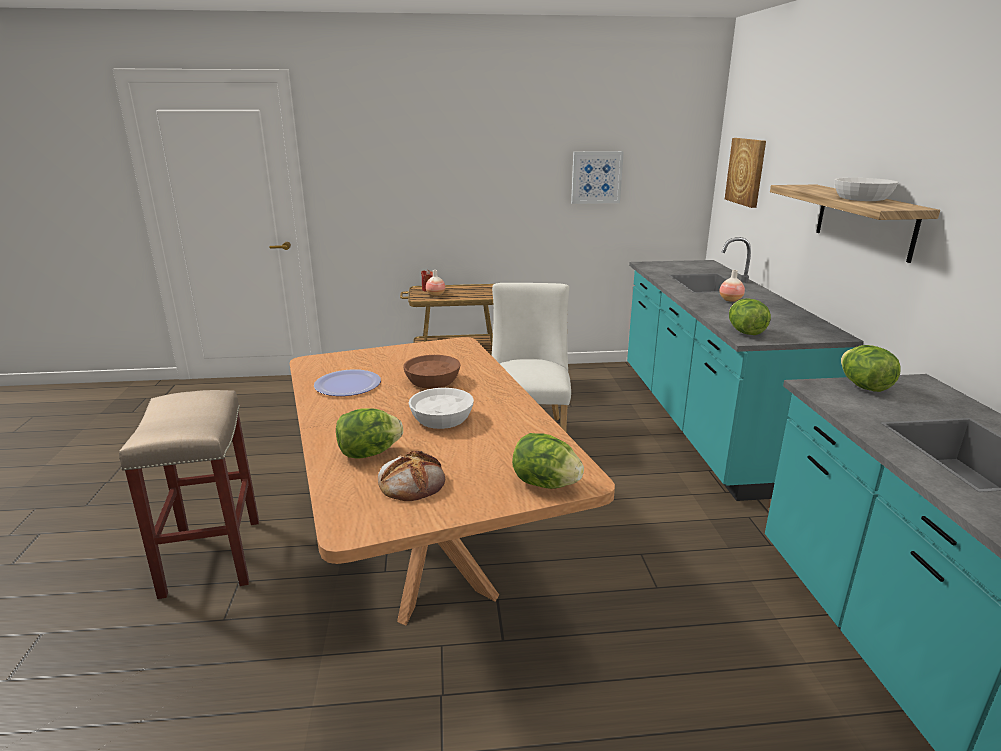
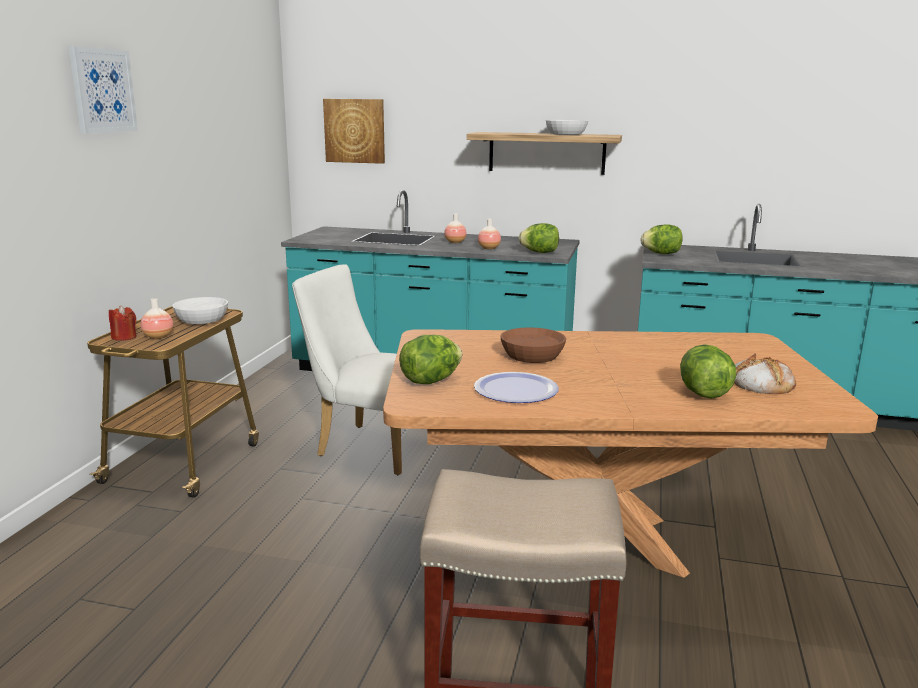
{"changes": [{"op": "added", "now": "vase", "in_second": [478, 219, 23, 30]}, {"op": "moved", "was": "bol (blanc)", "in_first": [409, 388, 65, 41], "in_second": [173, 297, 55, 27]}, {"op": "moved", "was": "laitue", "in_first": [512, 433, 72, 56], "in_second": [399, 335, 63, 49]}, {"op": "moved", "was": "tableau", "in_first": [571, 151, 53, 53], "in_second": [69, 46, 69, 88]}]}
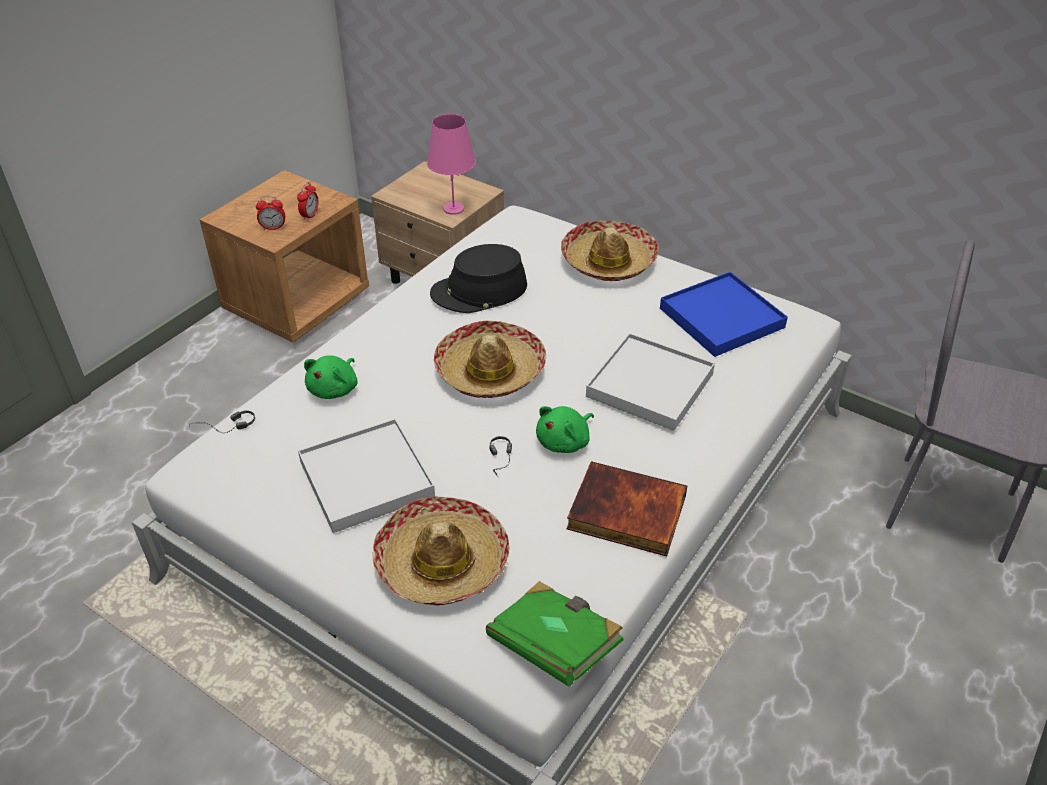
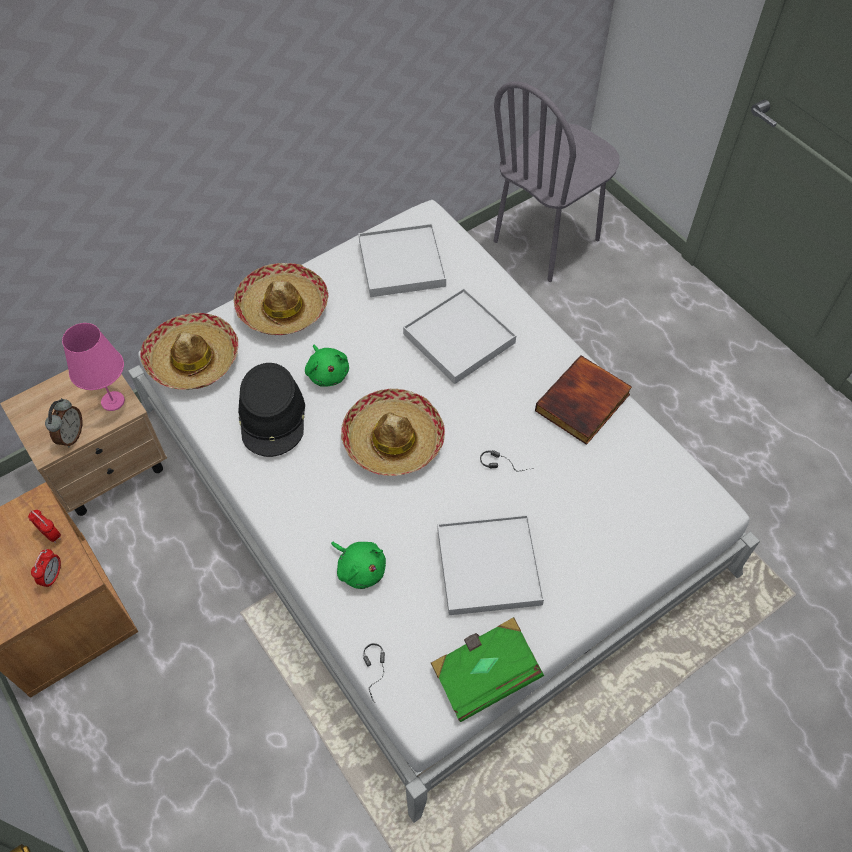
{"changes": [{"op": "added", "now": "réveil", "in_second": [45, 398, 37, 49]}, {"op": "moved", "was": "chapeau", "in_first": [372, 496, 137, 110], "in_second": [140, 313, 98, 77]}, {"op": "moved", "was": "livre (vert)", "in_first": [486, 581, 137, 106], "in_second": [431, 617, 113, 105]}, {"op": "moved", "was": "peluche (vert)", "in_first": [536, 406, 58, 47], "in_second": [305, 344, 44, 43]}, {"op": "recoloured", "was": "plateau (bleu)", "now": "plateau (blanc)", "in_first": [660, 272, 128, 85], "in_second": [359, 224, 87, 73]}]}
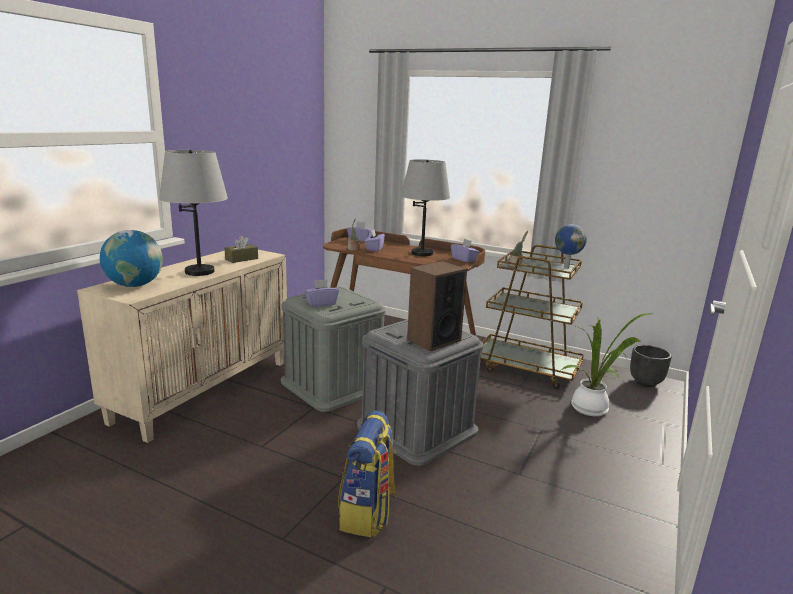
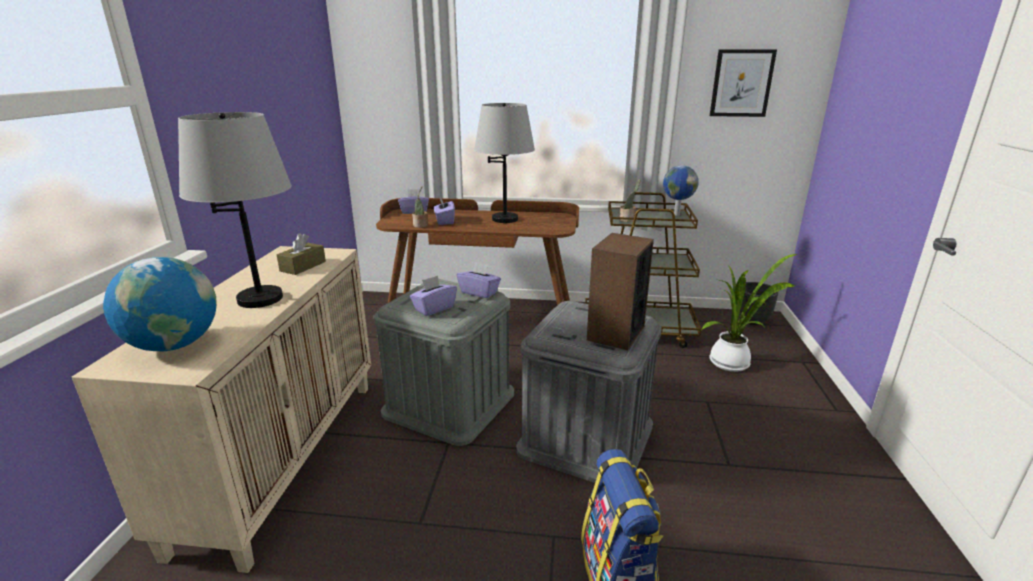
{"changes": [{"op": "added", "now": "tableau", "in_second": [710, 49, 67, 68]}, {"op": "moved", "was": "boîte à mouchoirs (violet)", "in_first": [451, 239, 29, 23], "in_second": [457, 262, 44, 36]}]}
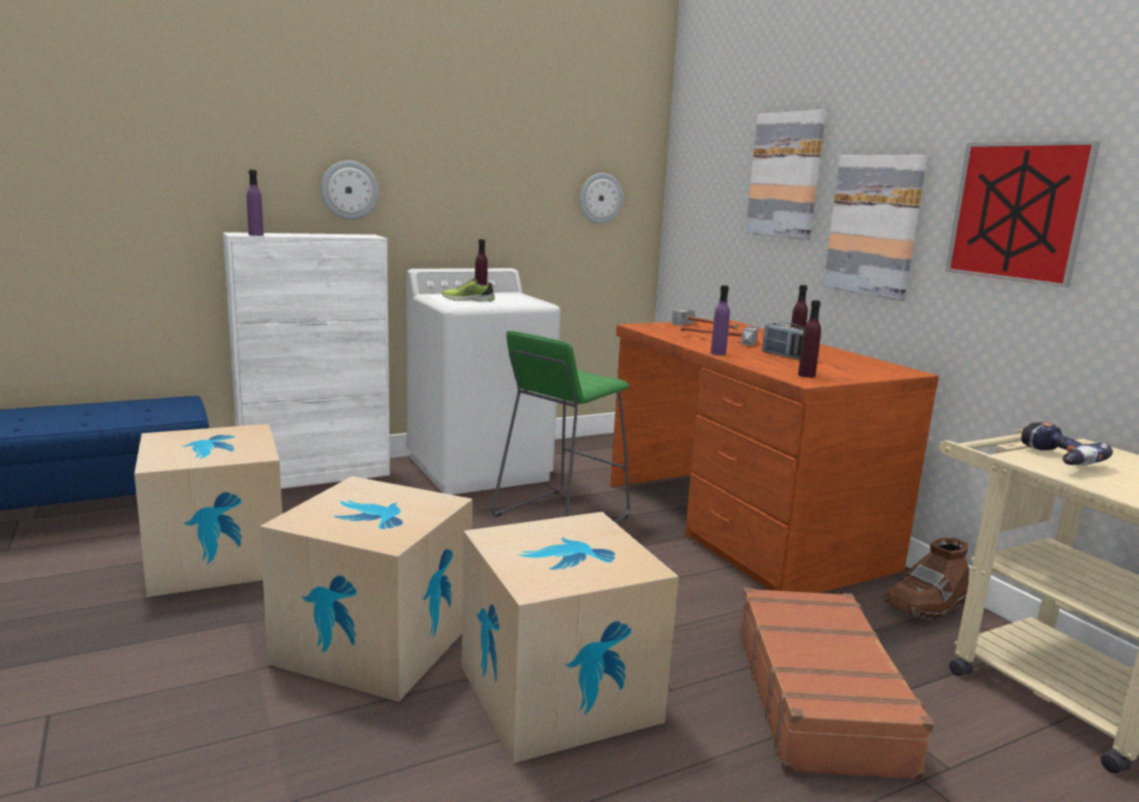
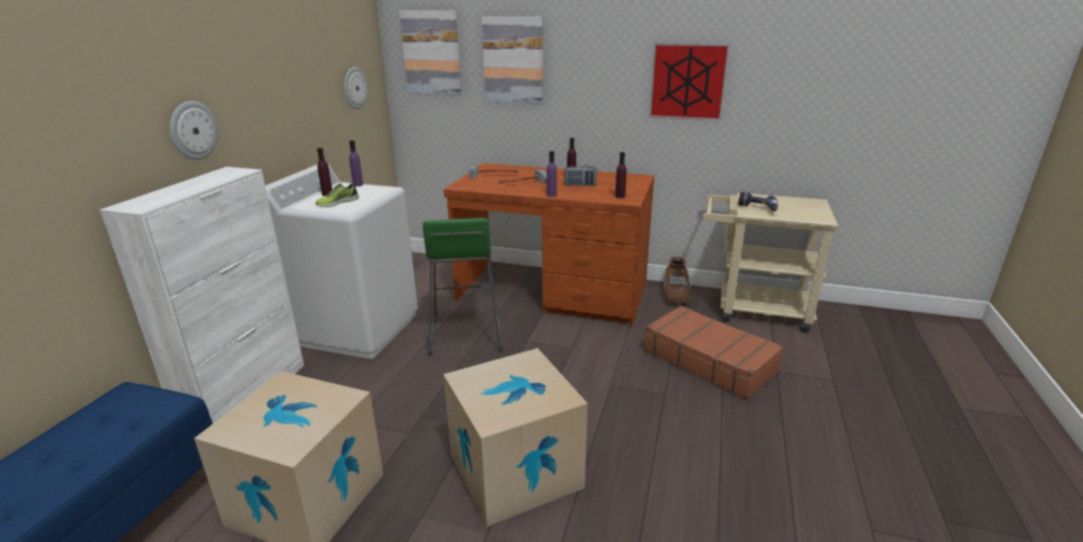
{"changes": [{"op": "removed", "was": "carton", "in_first": [462, 512, 217, 251]}, {"op": "moved", "was": "bouteille (violet)", "in_first": [247, 170, 17, 66], "in_second": [349, 140, 14, 47]}, {"op": "moved", "was": "tableau", "in_first": [823, 155, 104, 146], "in_second": [399, 11, 62, 85]}]}
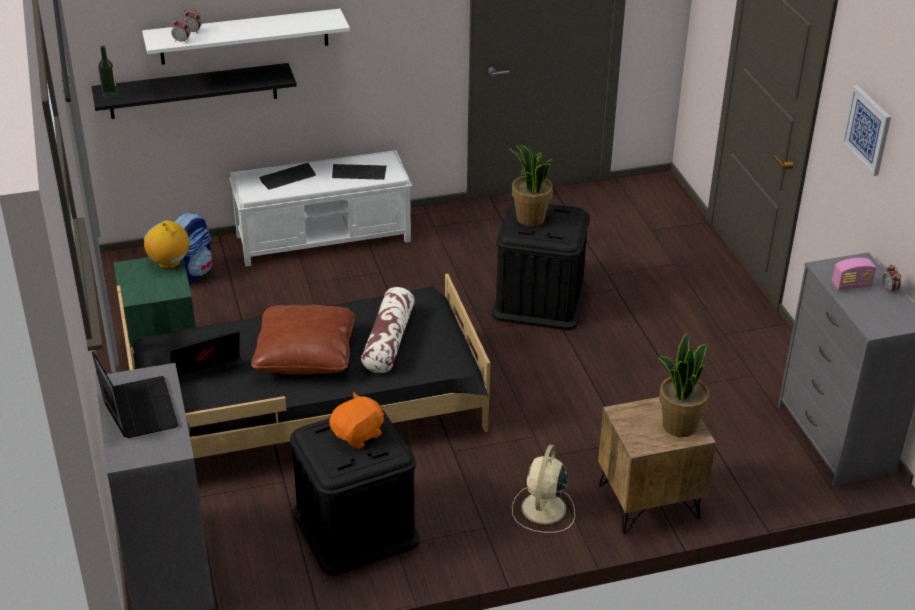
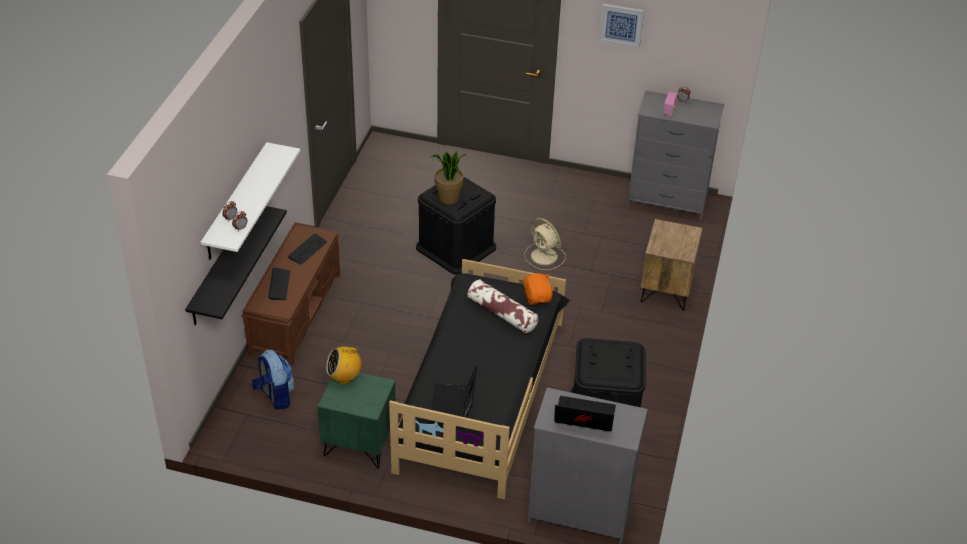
{"changes": [{"op": "removed", "was": "bouteille", "in_first": [98, 46, 19, 53]}, {"op": "removed", "was": "coussin (marron)", "in_first": [251, 305, 104, 69]}, {"op": "removed", "was": "plante en pot", "in_first": [658, 332, 51, 105]}, {"op": "moved", "was": "peluche (orange)", "in_first": [329, 393, 55, 56], "in_second": [522, 273, 31, 32]}, {"op": "moved", "was": "ventilateur (beige)", "in_first": [512, 445, 63, 88], "in_second": [524, 218, 42, 52]}, {"op": "recoloured", "was": "banc (blanc)", "now": "banc (marron)", "in_first": [229, 150, 183, 116], "in_second": [241, 222, 99, 143]}]}
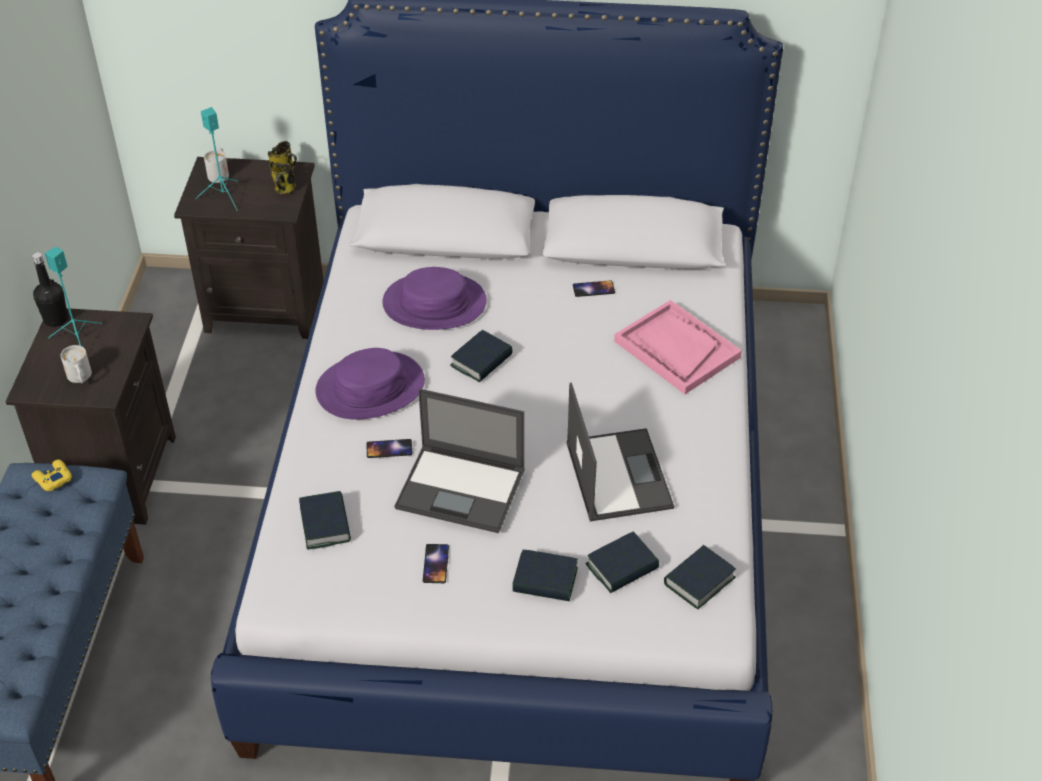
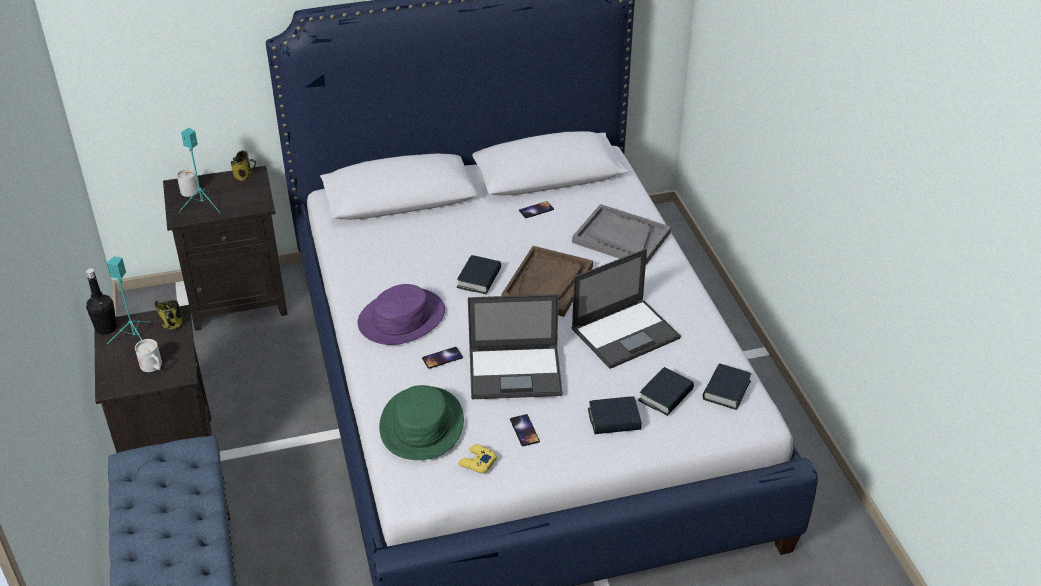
{"changes": [{"op": "removed", "was": "chapeau (violet)", "in_first": [382, 267, 105, 63]}, {"op": "added", "now": "plateau (marron)", "in_second": [502, 246, 91, 71]}, {"op": "moved", "was": "manette (jaune)", "in_first": [32, 459, 40, 33], "in_second": [458, 444, 39, 29]}, {"op": "moved", "was": "mug", "in_first": [269, 162, 27, 33], "in_second": [155, 299, 28, 31]}, {"op": "replaced", "was": "livre", "now": "chapeau (vert)", "in_first": [299, 491, 52, 59], "in_second": [379, 385, 85, 75]}, {"op": "recoloured", "was": "plateau (rose)", "now": "plateau (gris)", "in_first": [614, 300, 128, 94], "in_second": [572, 204, 99, 60]}, {"op": "turned", "was": "ordinateur portable", "in_first": [567, 382, 107, 139], "in_second": [572, 249, 109, 120], "clockwise": 90}]}
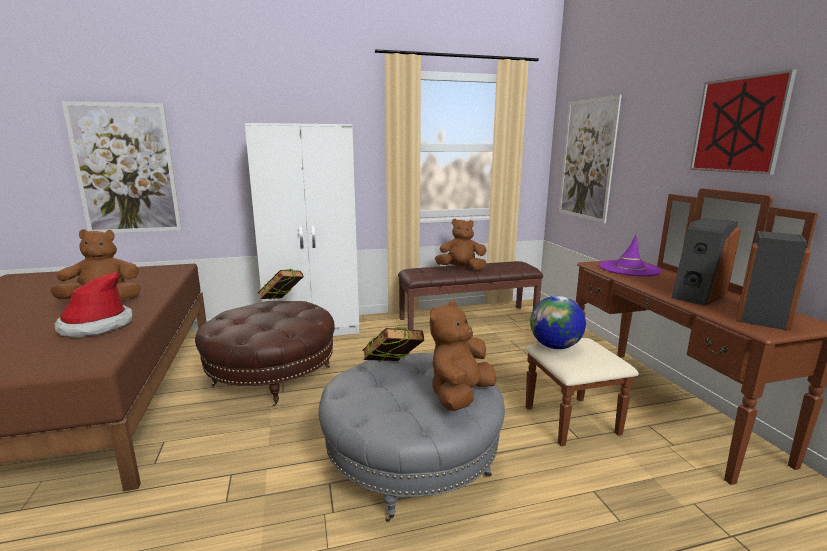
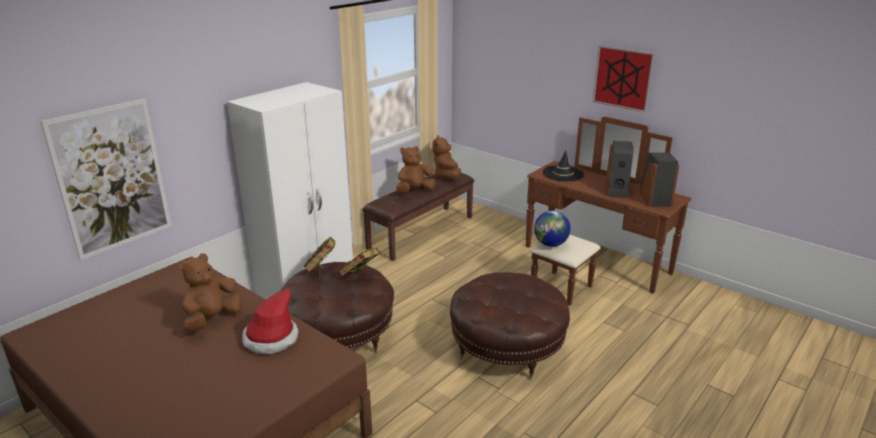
{"changes": [{"op": "removed", "was": "tableau", "in_first": [559, 95, 63, 128]}, {"op": "moved", "was": "livre", "in_first": [362, 327, 62, 35], "in_second": [339, 248, 41, 29]}, {"op": "moved", "was": "peluche (marron)", "in_first": [430, 301, 67, 110], "in_second": [432, 135, 29, 44]}, {"op": "recoloured", "was": "pouf (gris)", "now": "pouf (marron)", "in_first": [318, 353, 187, 169], "in_second": [450, 272, 120, 107]}, {"op": "recoloured", "was": "chapeau (violet)", "now": "chapeau (noir)", "in_first": [599, 235, 63, 41], "in_second": [543, 150, 41, 31]}]}
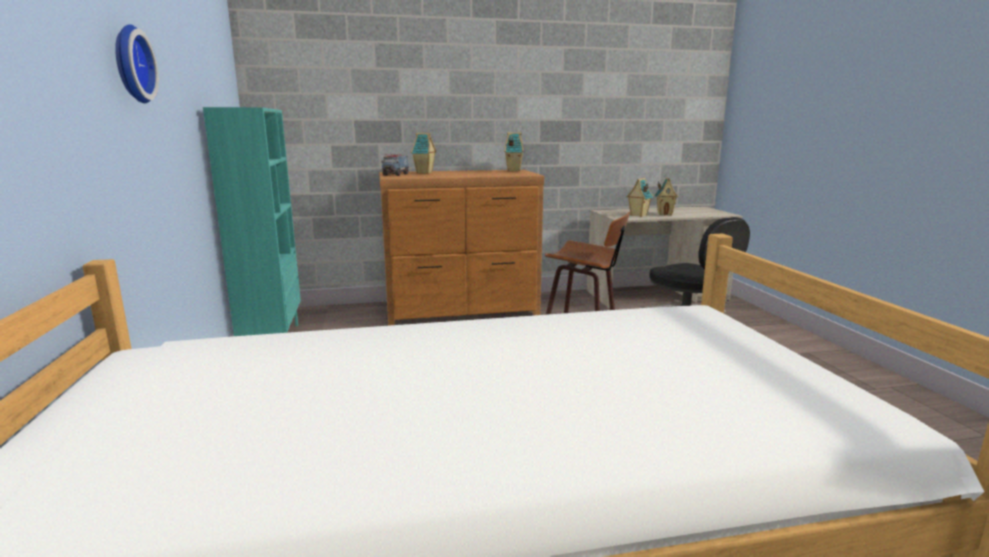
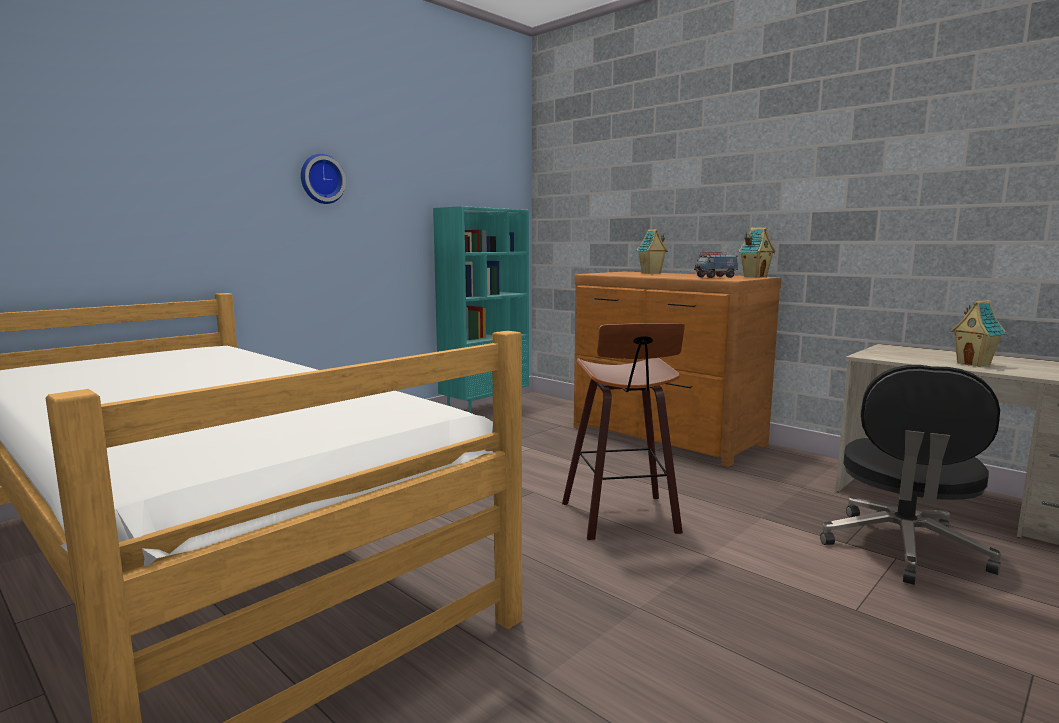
{"changes": [{"op": "removed", "was": "maison miniature", "in_first": [626, 178, 28, 39]}, {"op": "moved", "was": "camion jouet", "in_first": [382, 154, 27, 22], "in_second": [694, 253, 44, 25]}]}
